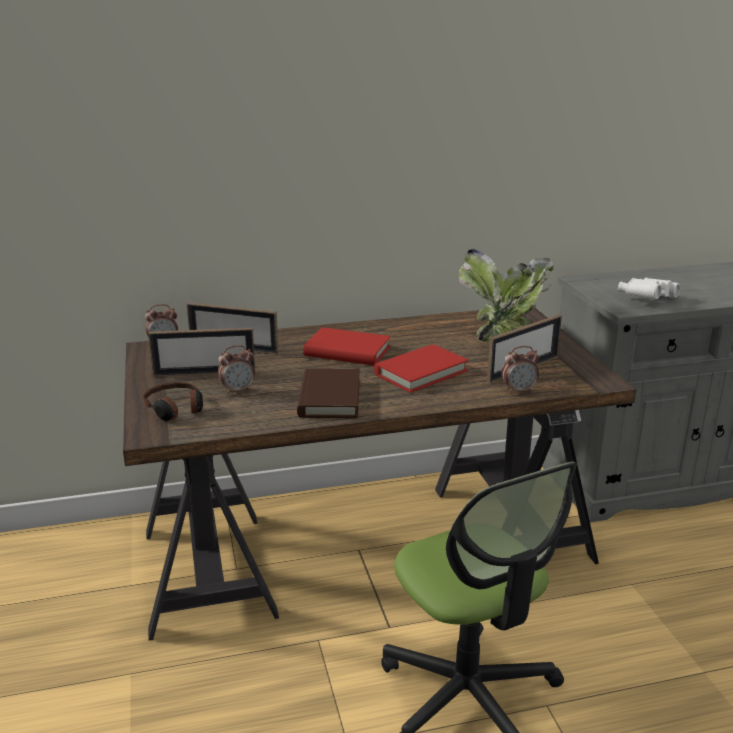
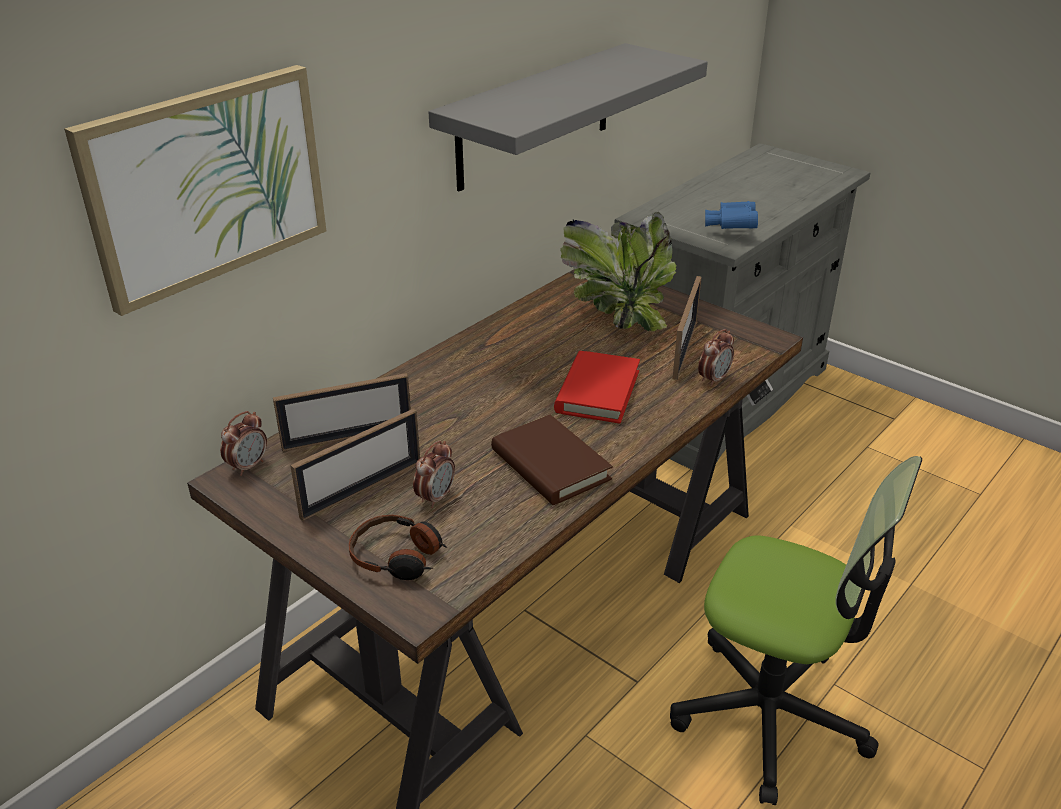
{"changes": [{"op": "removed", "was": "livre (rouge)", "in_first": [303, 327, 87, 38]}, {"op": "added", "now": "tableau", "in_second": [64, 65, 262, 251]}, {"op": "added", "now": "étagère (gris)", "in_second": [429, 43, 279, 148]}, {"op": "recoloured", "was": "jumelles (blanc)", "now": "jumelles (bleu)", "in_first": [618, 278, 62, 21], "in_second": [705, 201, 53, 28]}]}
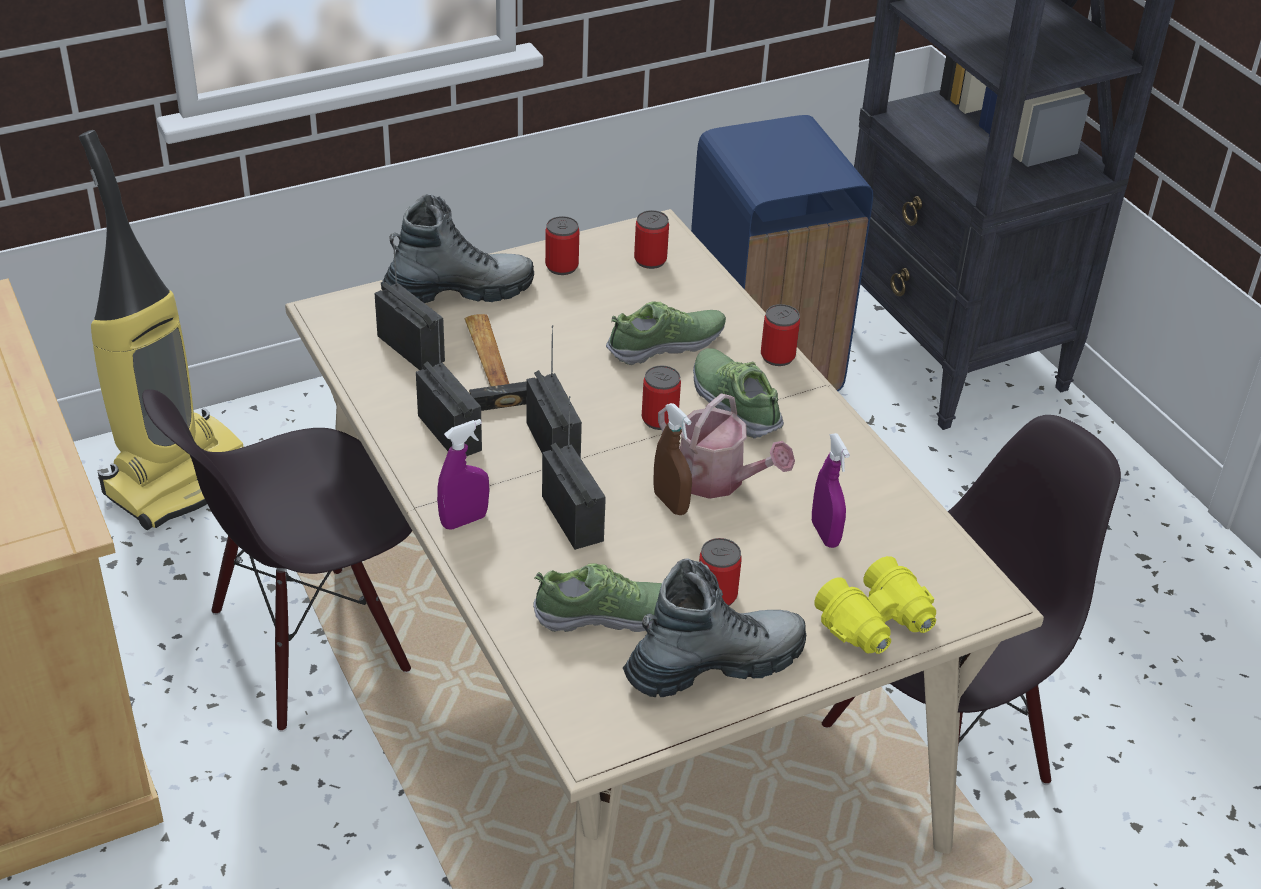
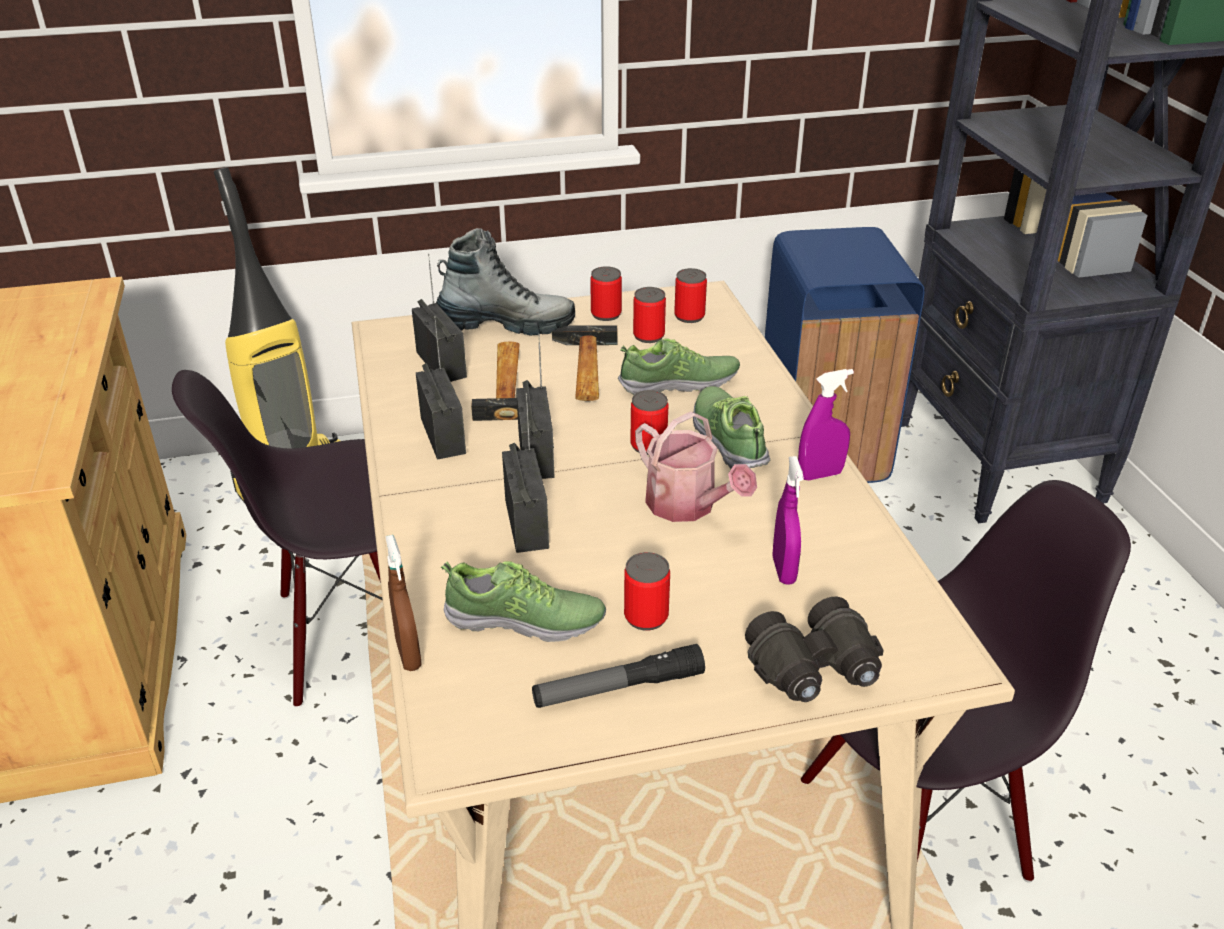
{"changes": [{"op": "added", "now": "marteau", "in_second": [552, 325, 65, 76]}, {"op": "moved", "was": "vaporisateur (violet)", "in_first": [437, 419, 52, 111], "in_second": [798, 369, 56, 111]}, {"op": "moved", "was": "vaporisateur (marron)", "in_first": [653, 403, 39, 112], "in_second": [385, 535, 37, 136]}, {"op": "moved", "was": "boîte métallique", "in_first": [761, 304, 39, 62], "in_second": [633, 287, 33, 56]}, {"op": "replaced", "was": "botte", "now": "lampe de poche", "in_first": [623, 559, 183, 138], "in_second": [532, 644, 173, 64]}, {"op": "recoloured", "was": "jumelles (jaune)", "now": "jumelles (noir)", "in_first": [814, 556, 122, 98], "in_second": [745, 596, 139, 106]}]}
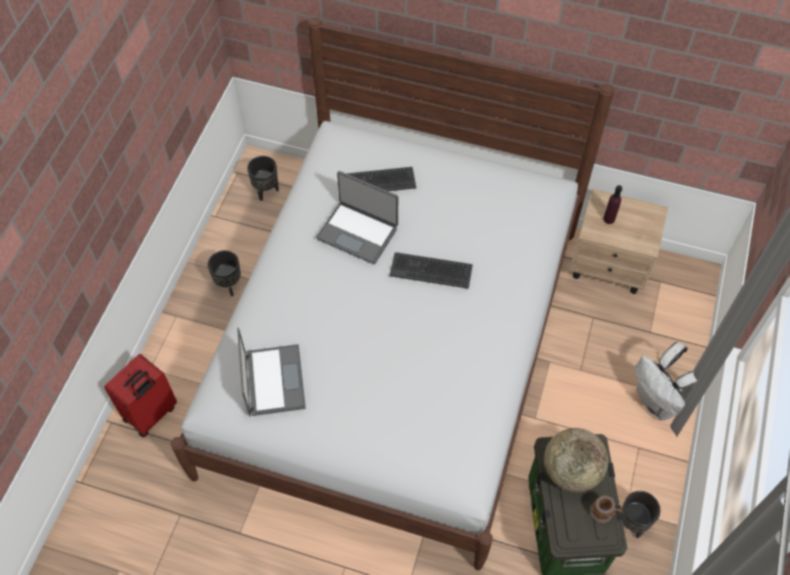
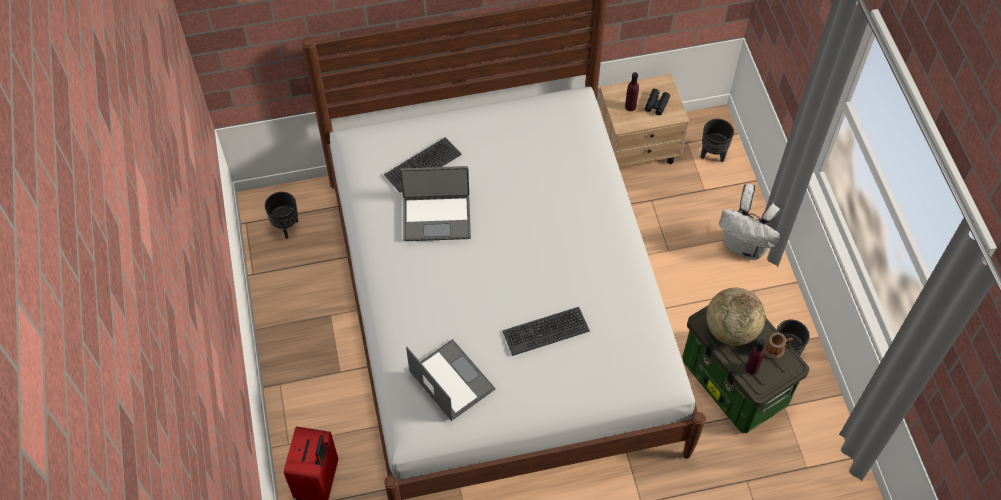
{"changes": [{"op": "added", "now": "jumelles (noir)", "in_second": [645, 89, 25, 26]}, {"op": "added", "now": "bouteille (violet)", "in_second": [745, 339, 20, 35]}, {"op": "moved", "was": "cache-pot (noir)", "in_first": [207, 250, 34, 46], "in_second": [701, 119, 33, 43]}, {"op": "moved", "was": "clavier", "in_first": [389, 252, 84, 37], "in_second": [502, 307, 88, 49]}]}
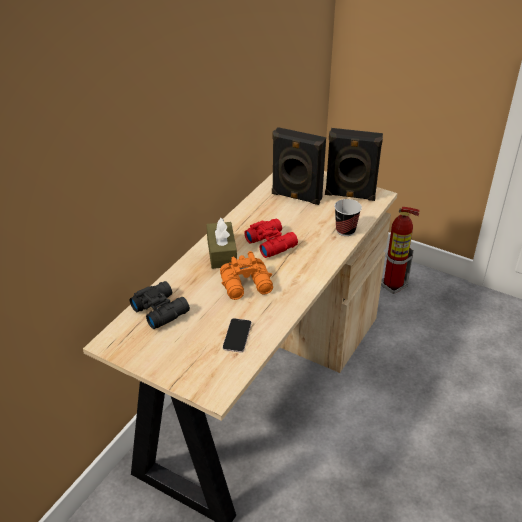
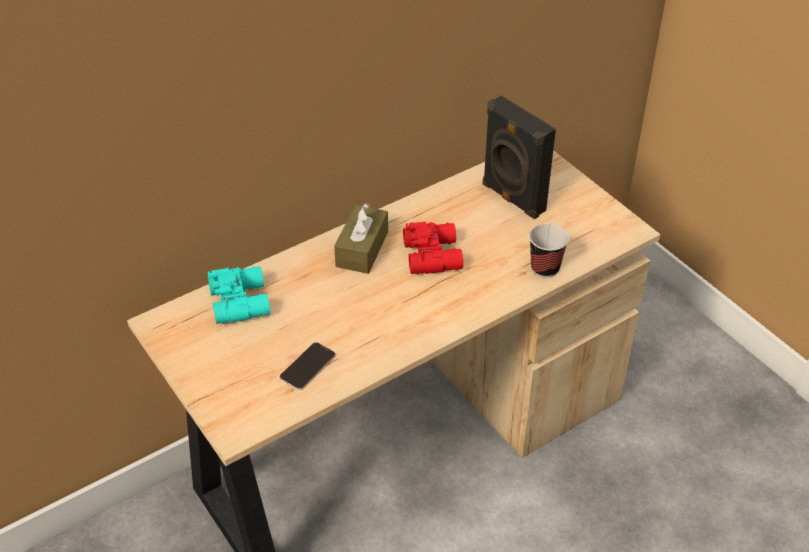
{"changes": [{"op": "removed", "was": "jumelles (orange)", "in_first": [220, 251, 53, 49]}, {"op": "removed", "was": "enceinte (noir)", "in_first": [325, 128, 58, 73]}, {"op": "removed", "was": "extincteur", "in_first": [381, 207, 39, 87]}, {"op": "recoloured", "was": "jumelles (noir)", "now": "jumelles (turquoise)", "in_first": [130, 281, 60, 48], "in_second": [208, 266, 63, 58]}]}
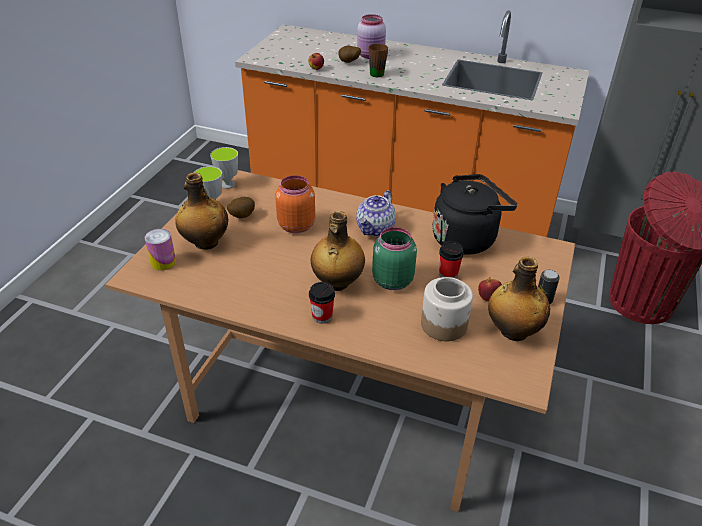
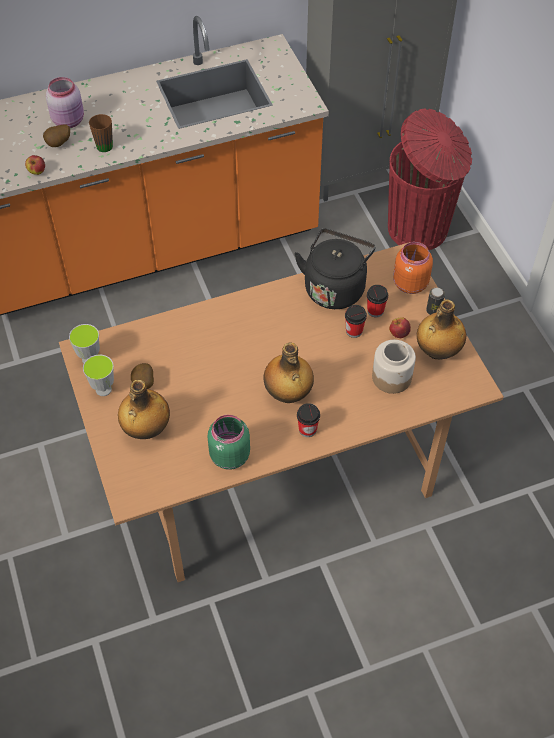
{"changes": [{"op": "removed", "was": "boîte métallique", "in_first": [145, 229, 31, 42]}, {"op": "removed", "was": "théière", "in_first": [356, 190, 40, 46]}, {"op": "added", "now": "tasse", "in_second": [367, 285, 21, 32]}, {"op": "moved", "was": "bocal (orange)", "in_first": [275, 175, 40, 58], "in_second": [393, 242, 40, 52]}, {"op": "moved", "was": "bocal (vert)", "in_first": [372, 227, 45, 63], "in_second": [207, 415, 43, 55]}]}
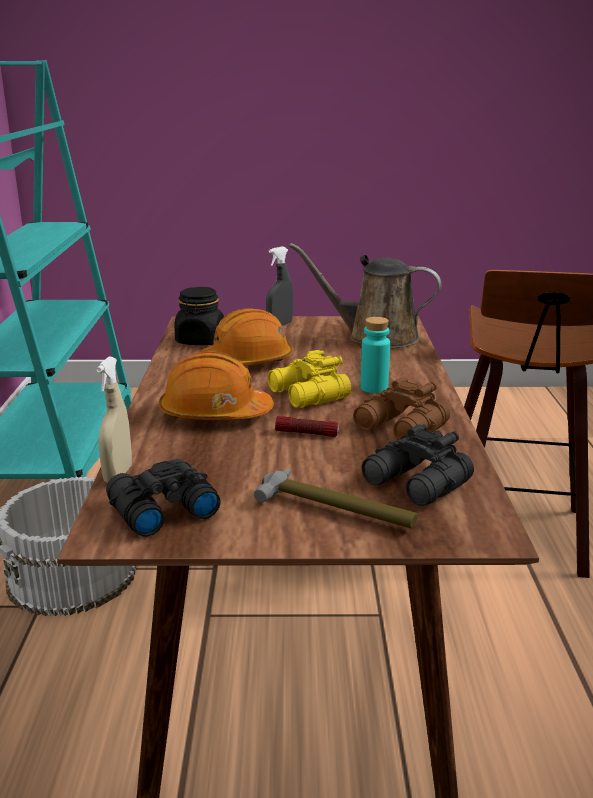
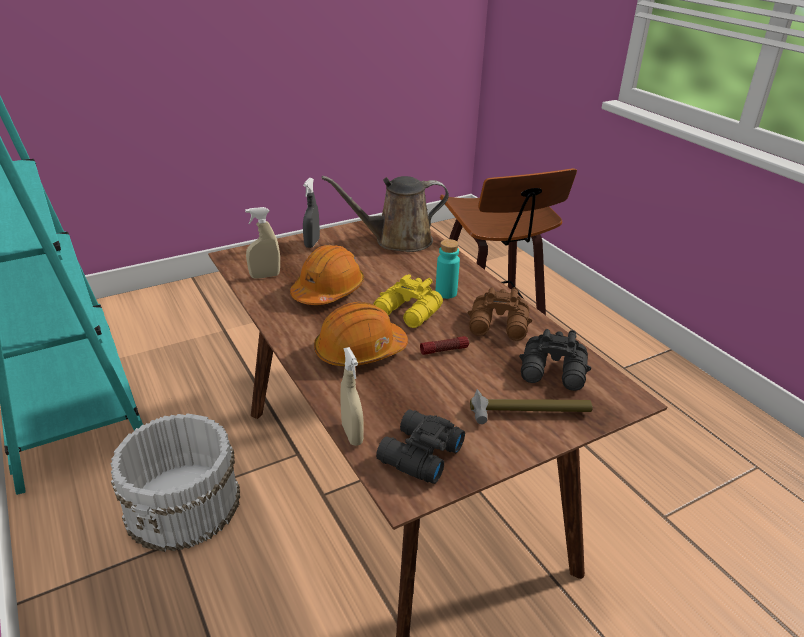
{"changes": [{"op": "replaced", "was": "bocal (noir)", "now": "vaporisateur (beige)", "in_first": [174, 287, 50, 58], "in_second": [245, 207, 35, 72]}]}
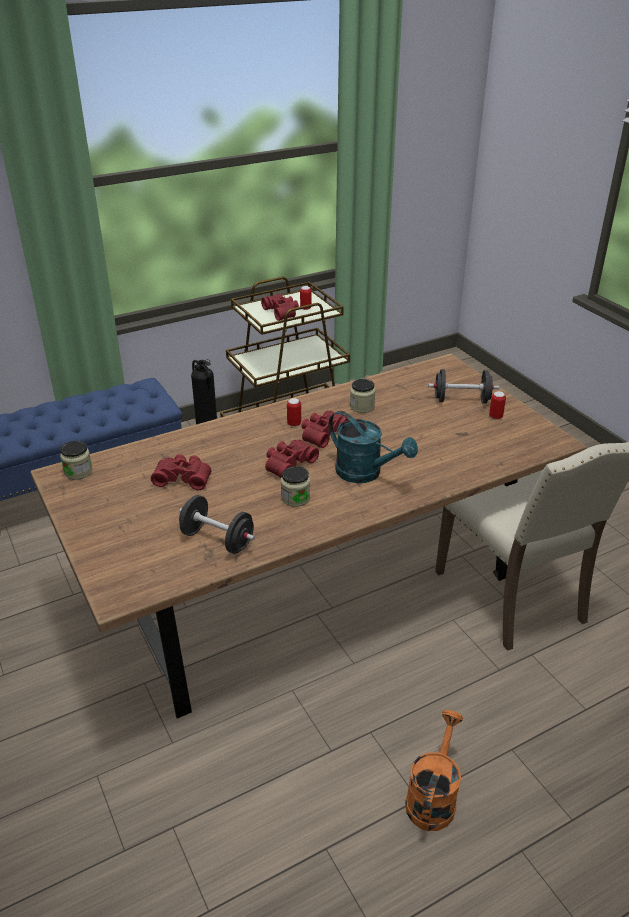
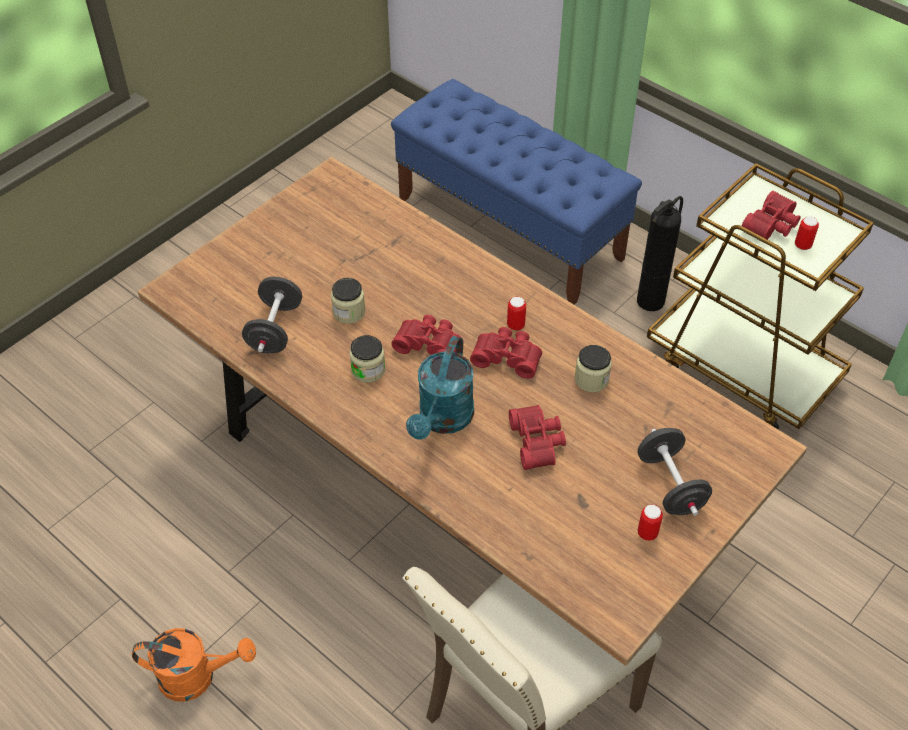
{"changes": [{"op": "moved", "was": "bocal", "in_first": [60, 441, 33, 39], "in_second": [331, 278, 34, 46]}, {"op": "moved", "was": "jumelles (rouge)", "in_first": [151, 454, 61, 36], "in_second": [509, 405, 57, 65]}]}
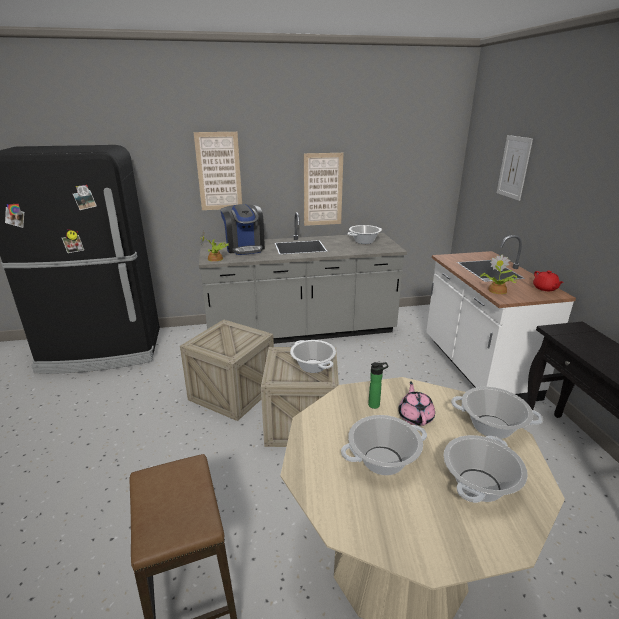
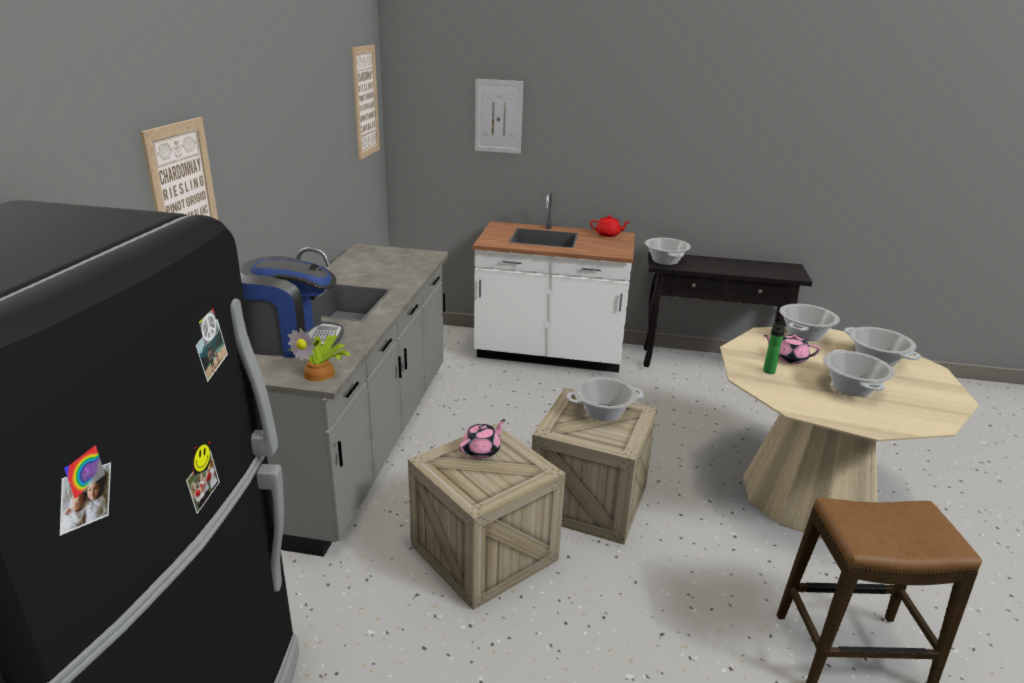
{"changes": [{"op": "removed", "was": "plante en pot", "in_first": [480, 254, 37, 40]}, {"op": "added", "now": "théière (rose)", "in_second": [459, 419, 46, 40]}, {"op": "moved", "was": "tableau", "in_first": [304, 153, 39, 73], "in_second": [352, 45, 28, 115]}, {"op": "moved", "was": "marmite", "in_first": [347, 225, 35, 19], "in_second": [645, 238, 46, 27]}]}
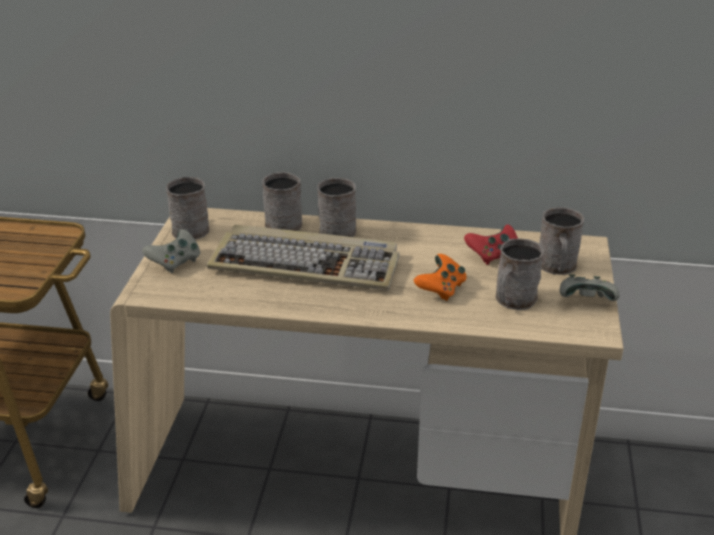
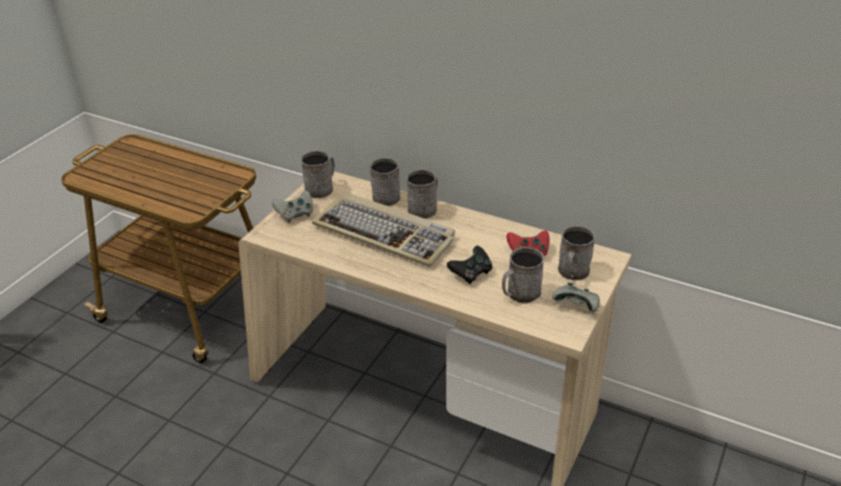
{"changes": [{"op": "recoloured", "was": "manette (orange)", "now": "manette (noir)", "in_first": [414, 254, 53, 47], "in_second": [447, 246, 45, 38]}]}
